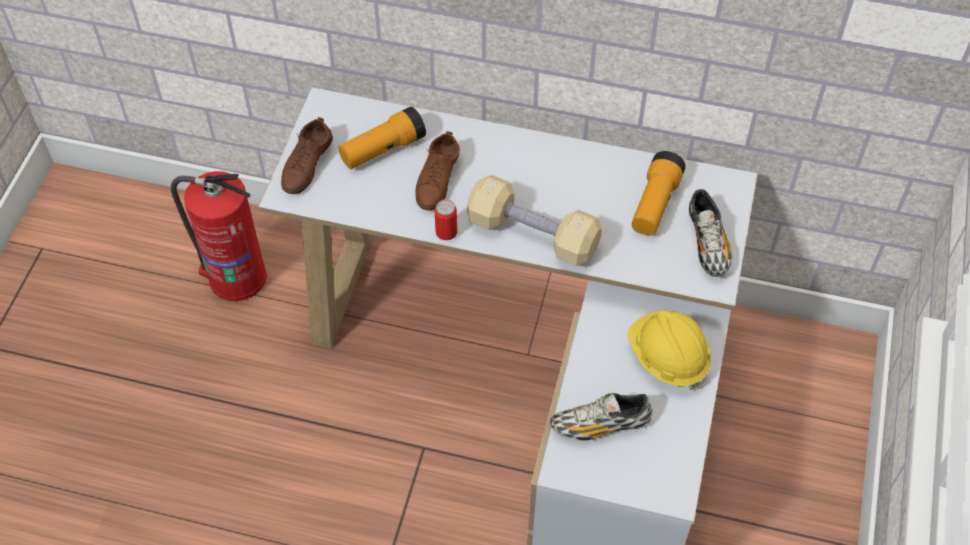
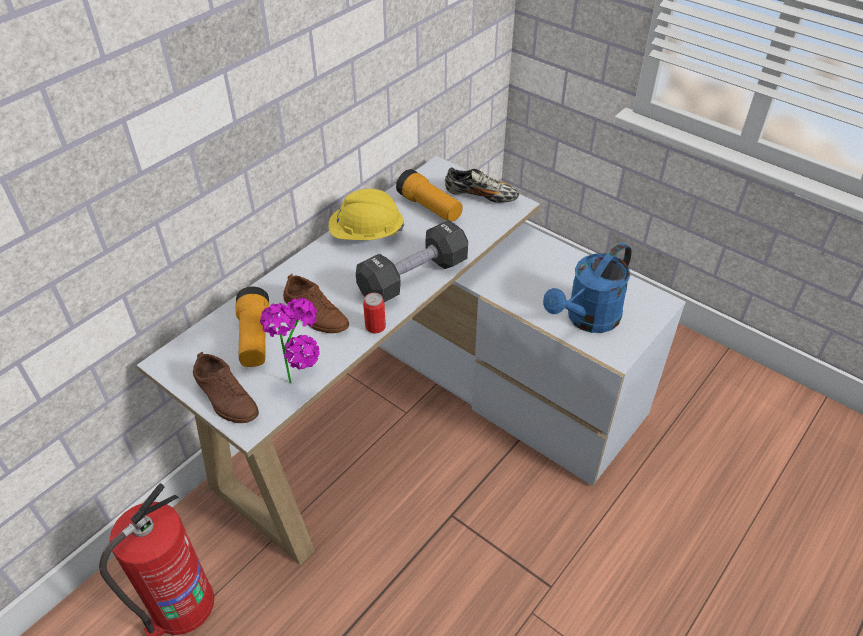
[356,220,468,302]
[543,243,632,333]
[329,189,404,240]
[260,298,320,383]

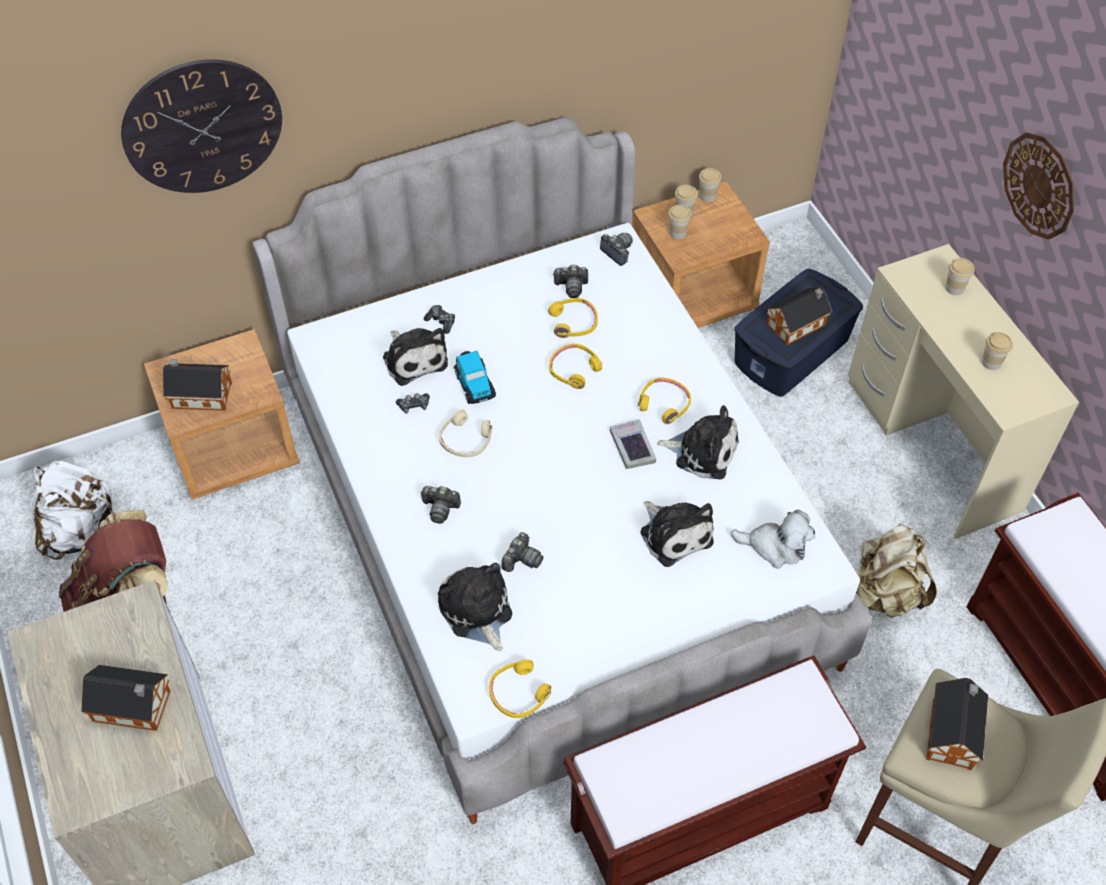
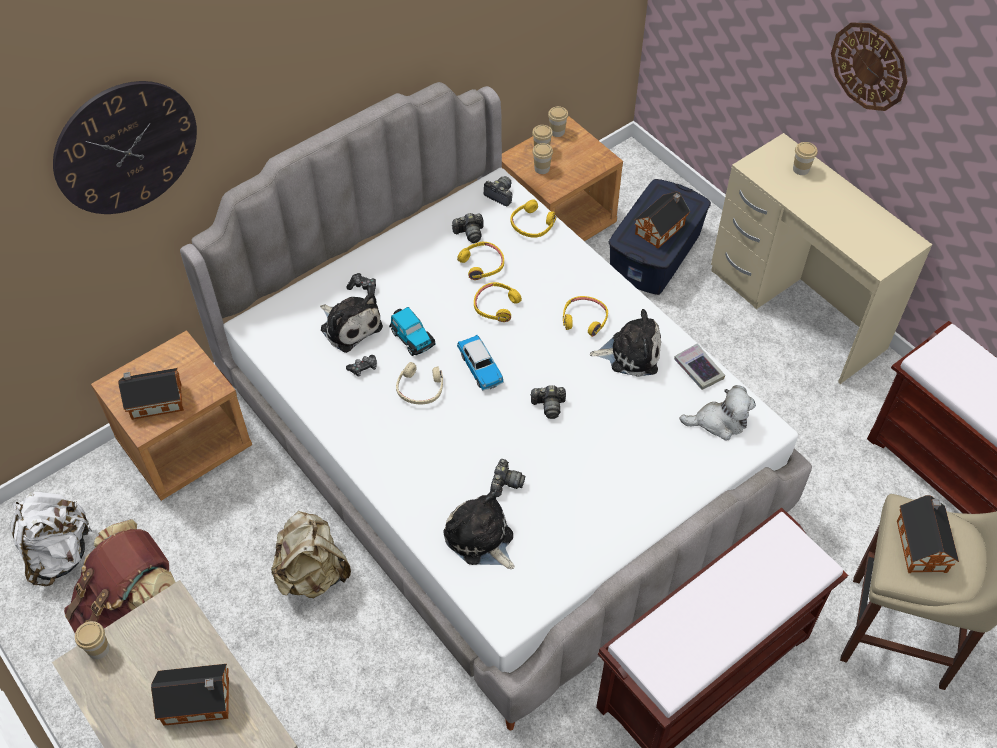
[530,385,566,419]
[511,199,556,238]
[674,343,725,390]
[640,501,714,567] (first image)
[271,511,351,598]
[75,621,110,659]
[457,335,504,391]

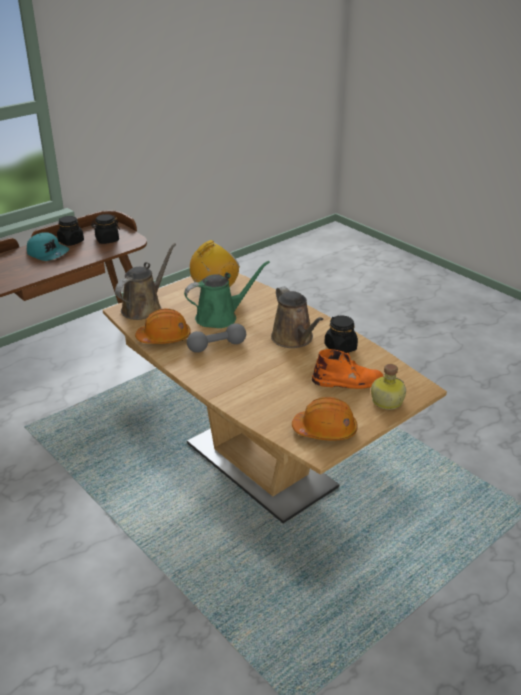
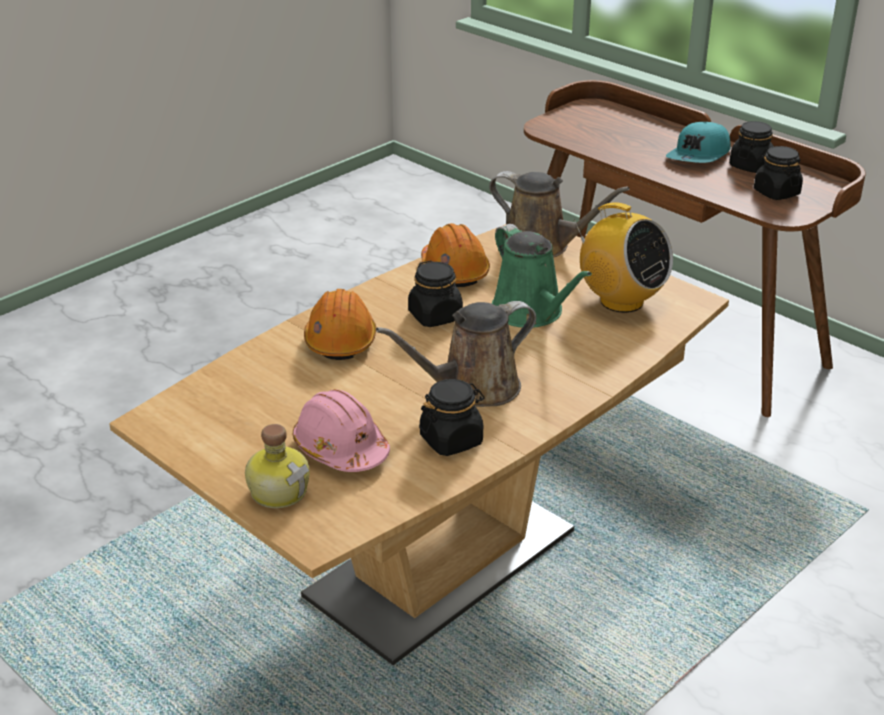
[408,260,463,327]
[304,289,376,360]
[293,389,390,472]

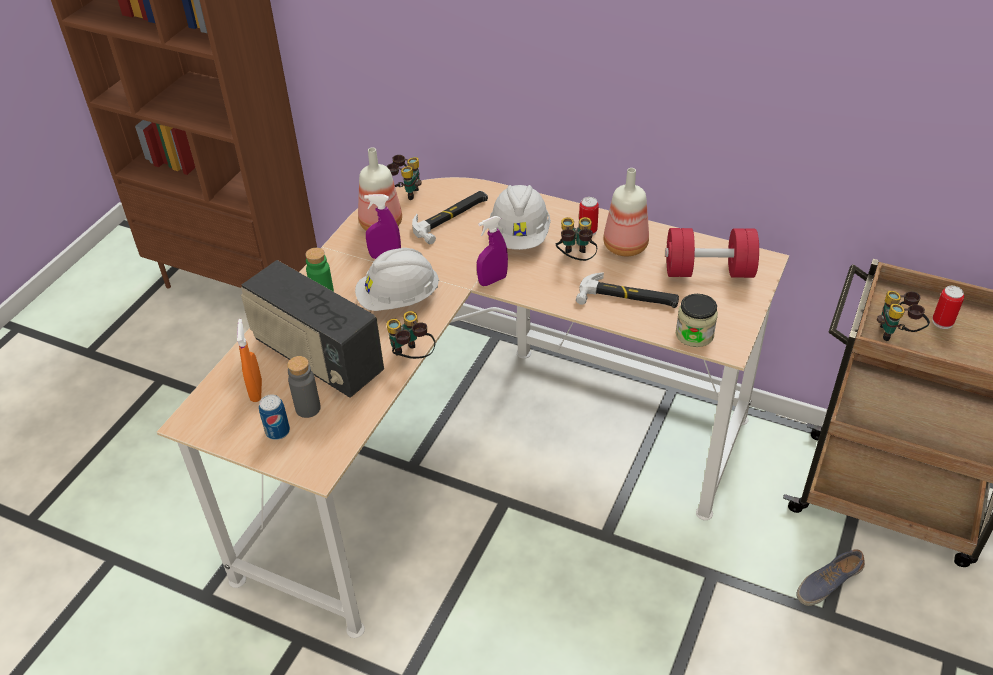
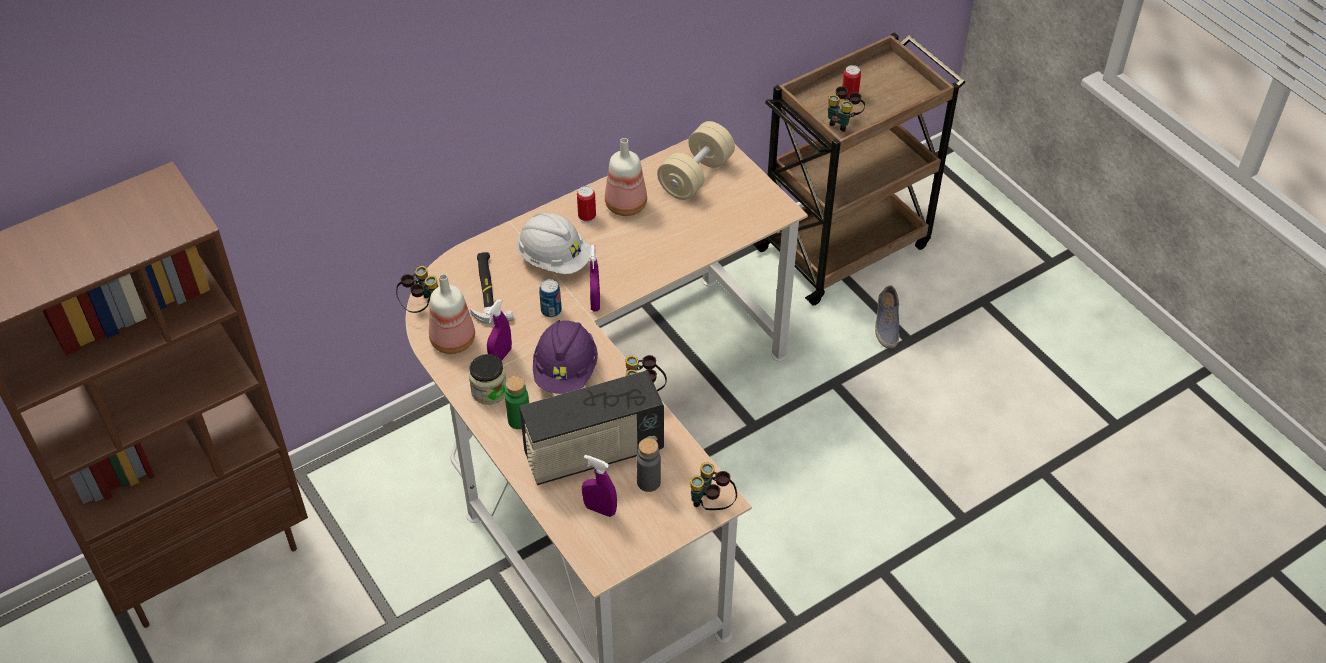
[582,455,617,517]
[539,279,562,317]
[533,320,598,394]
[690,463,737,510]
[576,272,679,308] (first image)
[657,121,735,200]
[468,354,506,405]

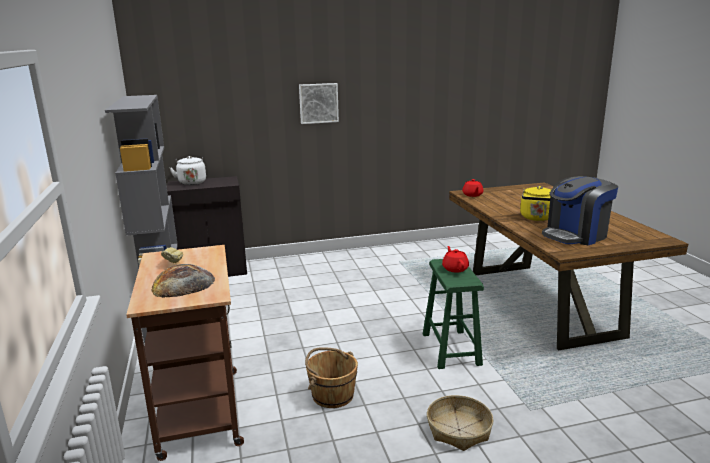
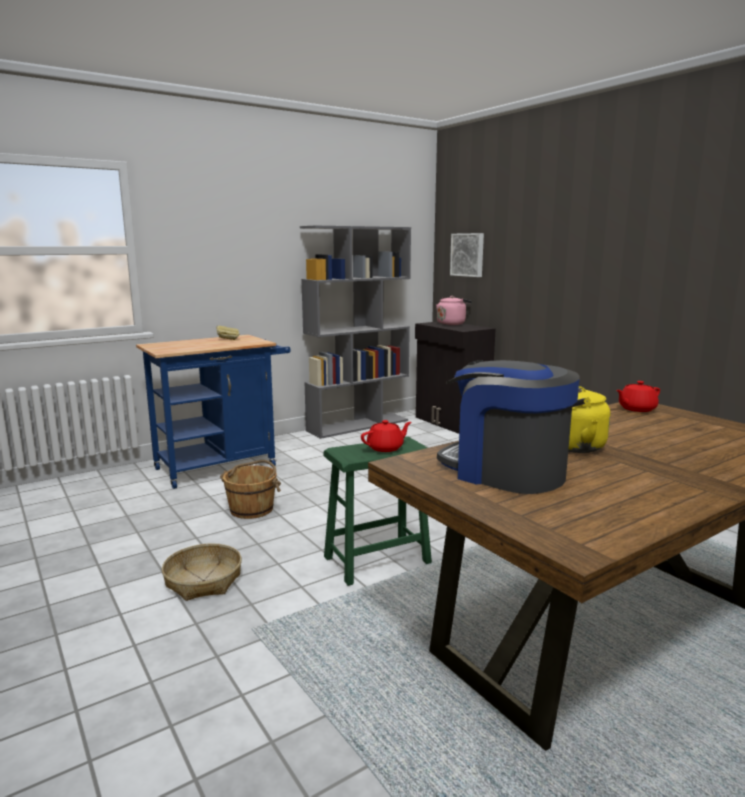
[136,335,291,489]
[151,264,216,298] (first image)
[436,296,472,325]
[450,233,484,277]

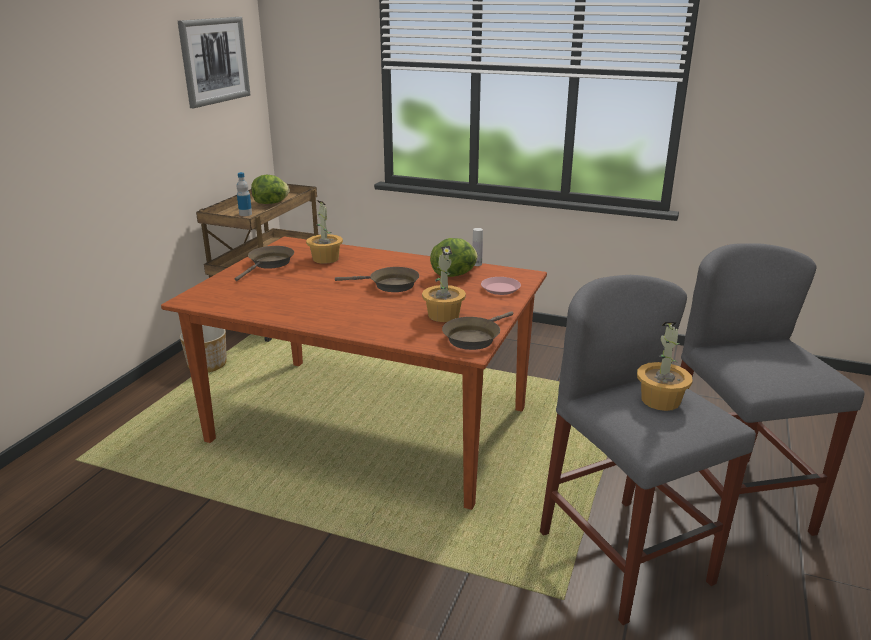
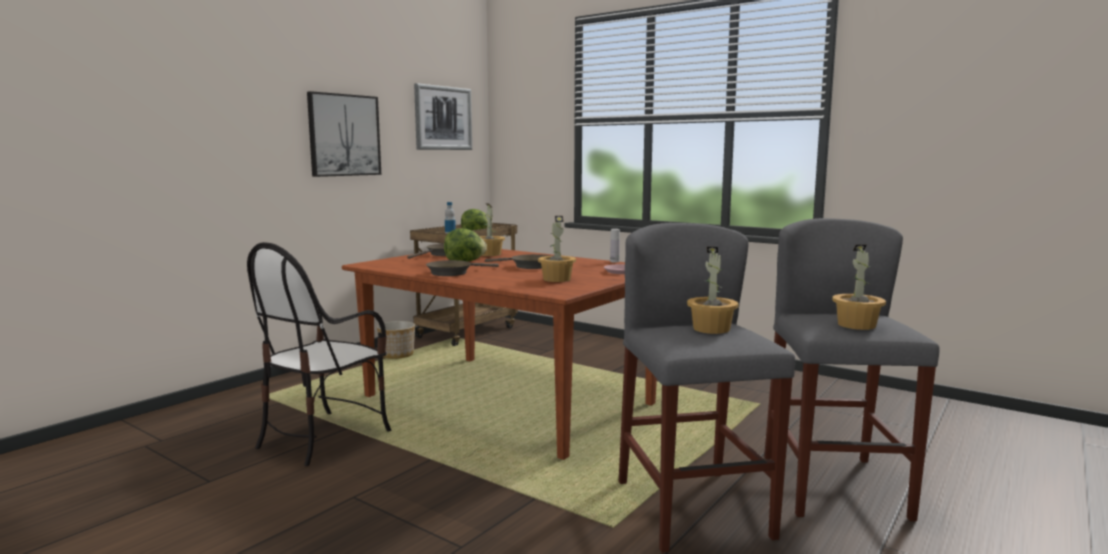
[444,228,487,262]
[426,260,499,276]
[247,242,391,466]
[307,91,381,177]
[832,245,886,330]

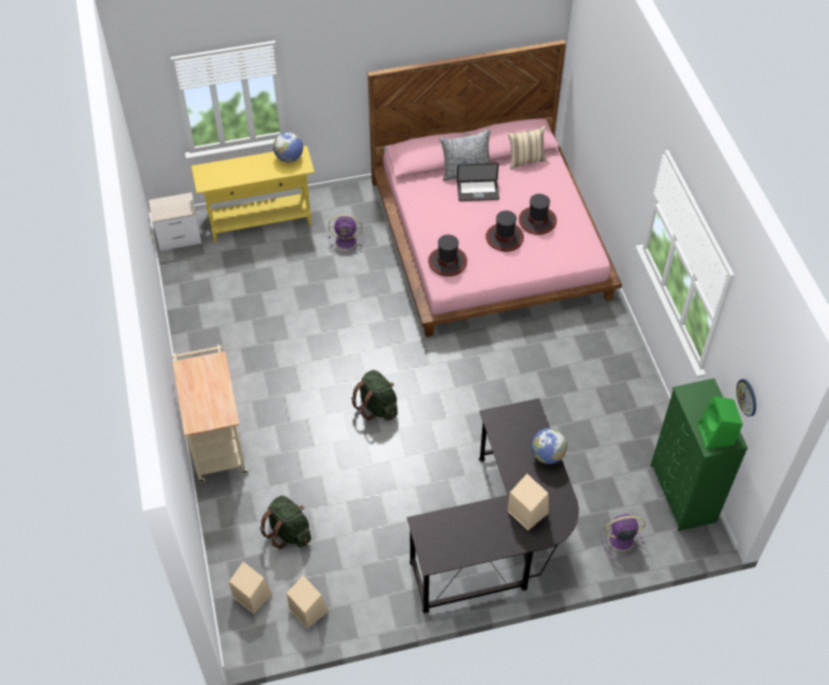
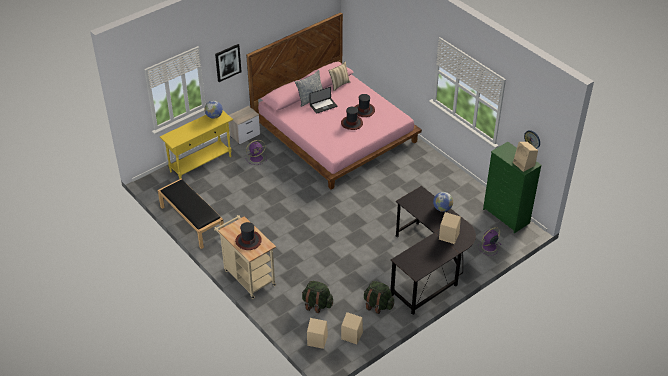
[229,106,260,144]
[364,281,394,314]
[235,222,262,250]
[513,142,538,172]
[158,178,224,249]
[215,44,242,82]

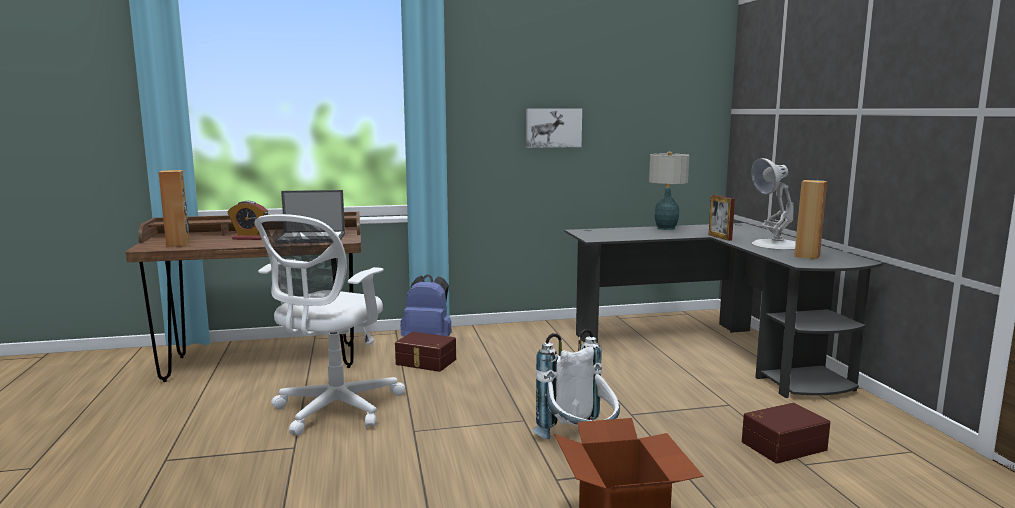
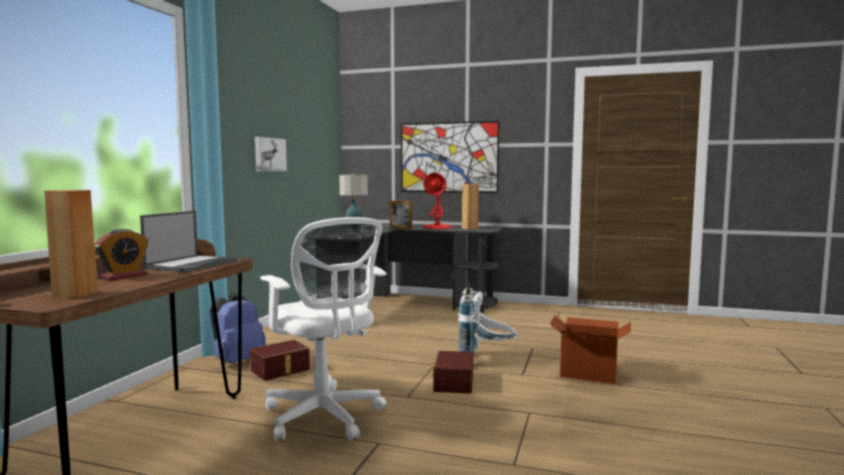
[432,351,473,394]
[423,173,453,229]
[401,121,500,193]

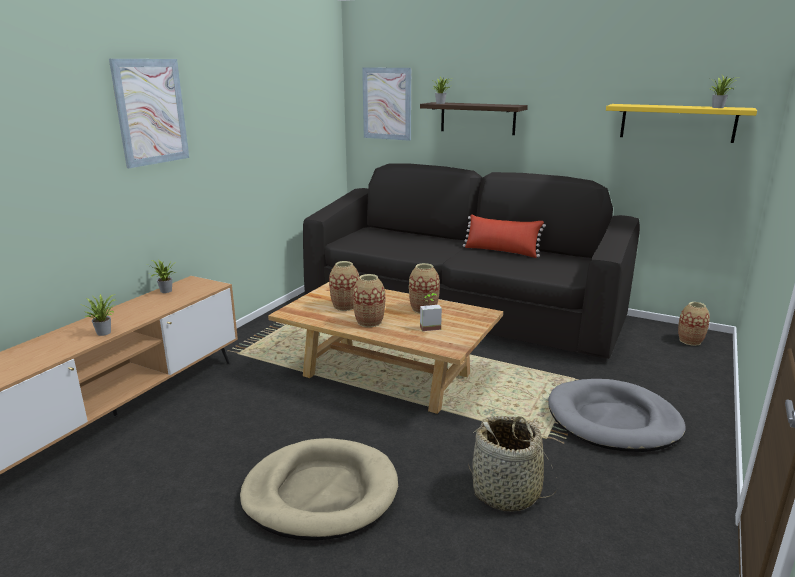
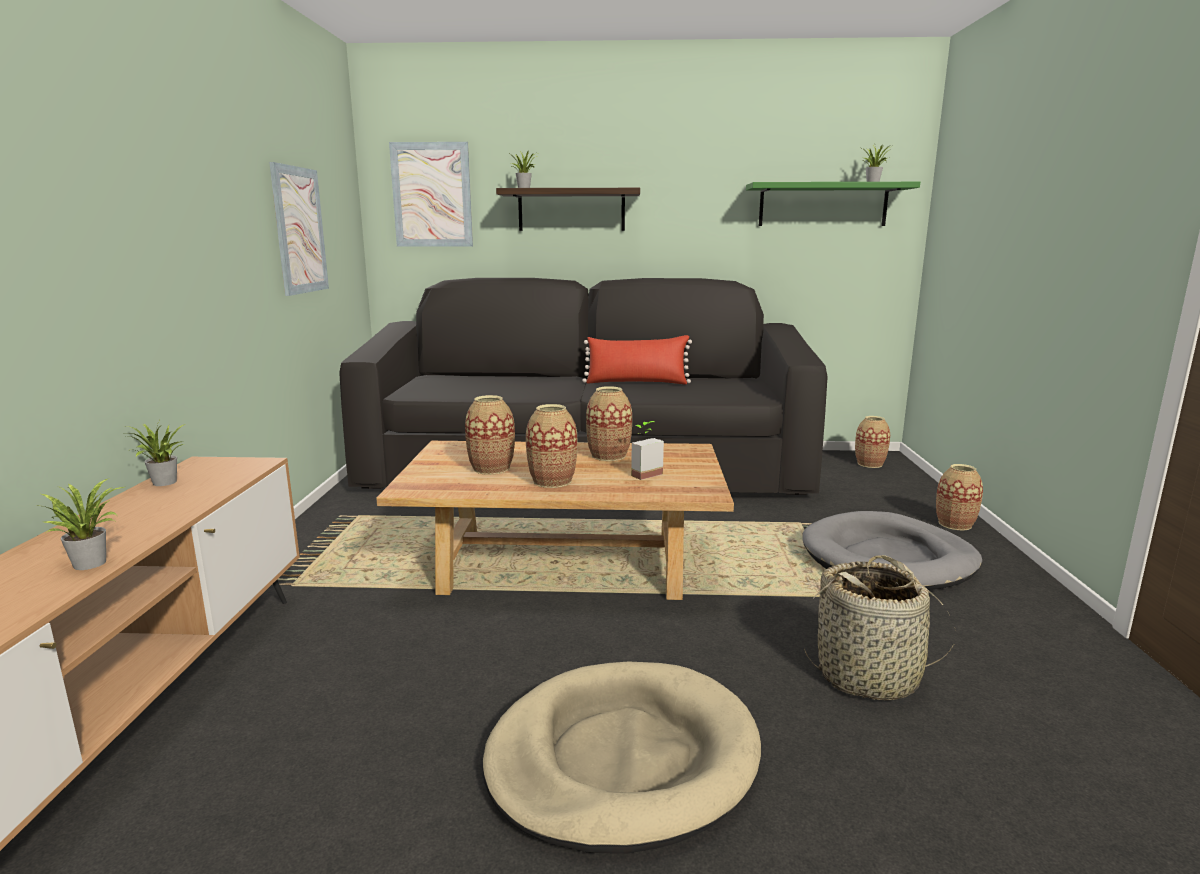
[269,162,329,296]
[746,182,920,226]
[936,464,983,531]

